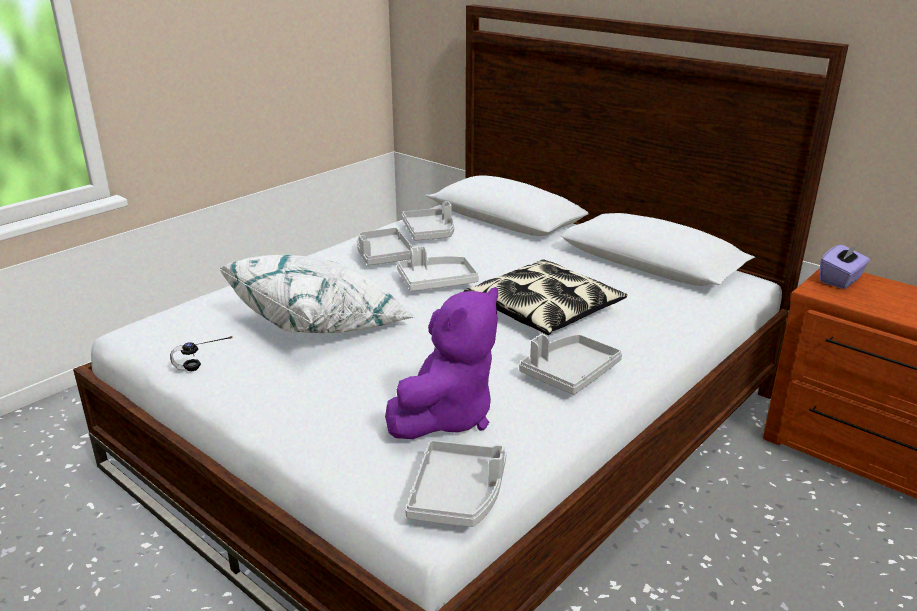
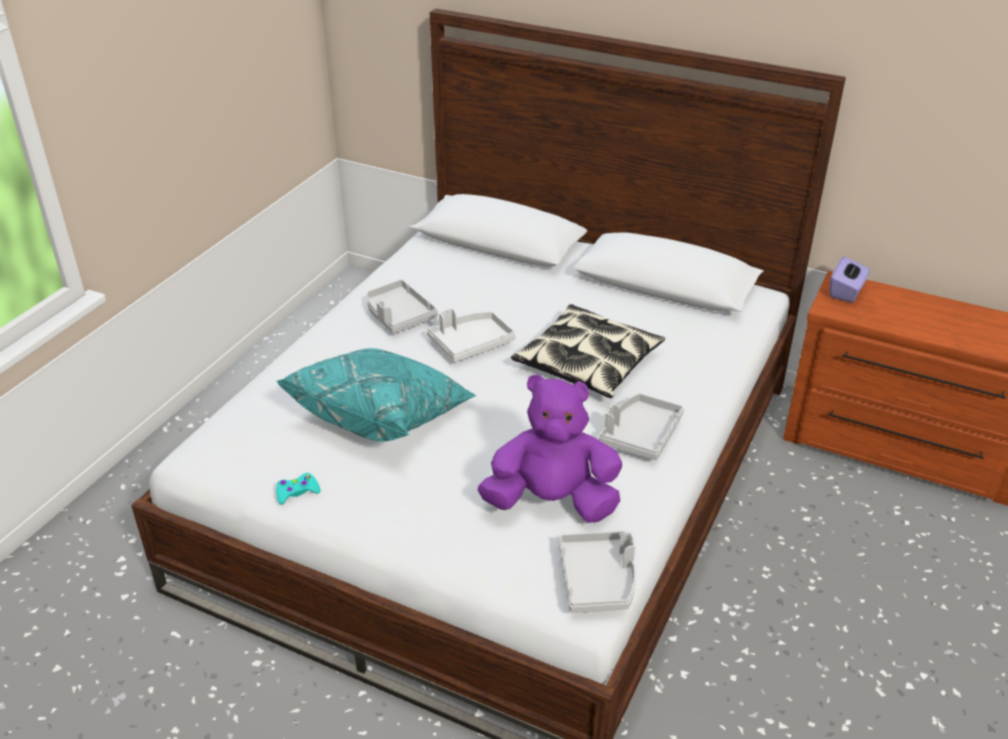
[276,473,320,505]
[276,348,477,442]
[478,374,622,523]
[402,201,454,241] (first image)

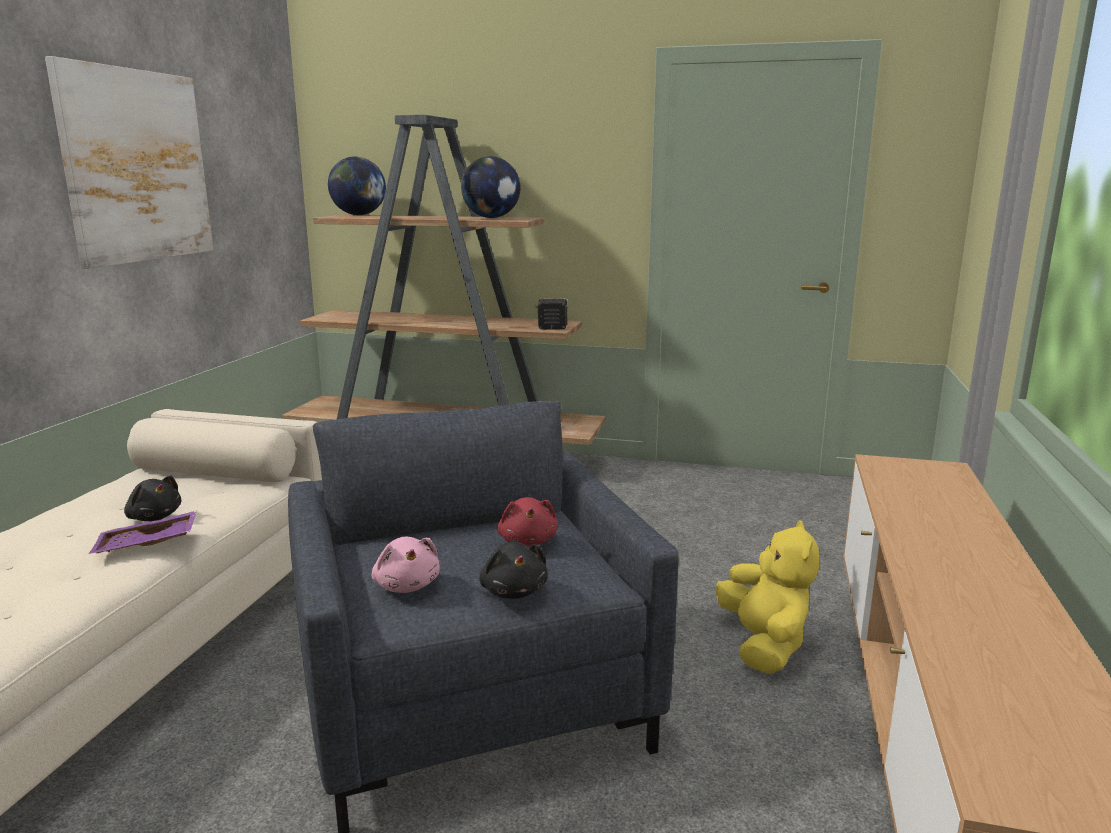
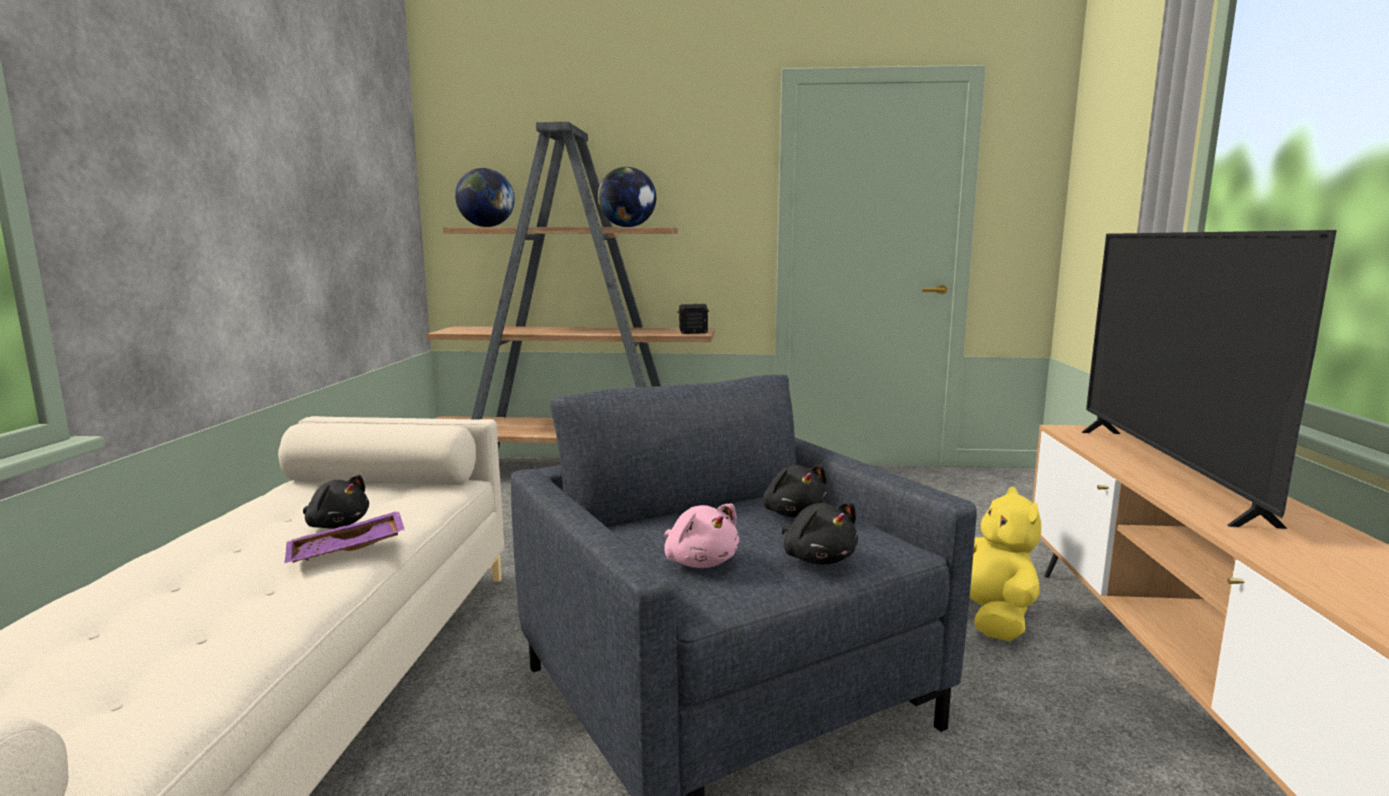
[45,56,213,269] (first image)
[763,465,828,518]
[1082,230,1337,529]

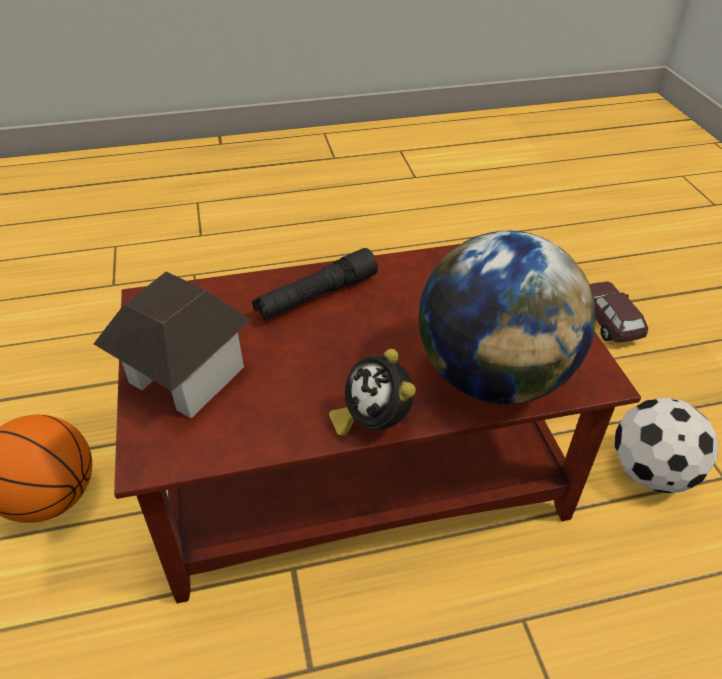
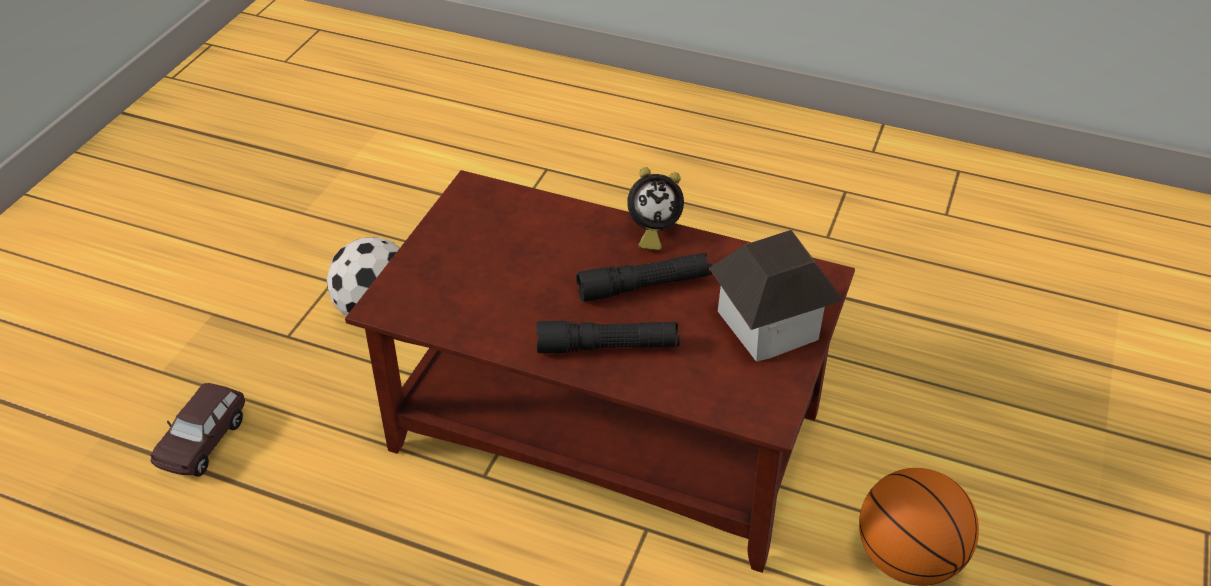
[627,167,684,251]
[419,231,596,404] (first image)
[576,253,712,302]

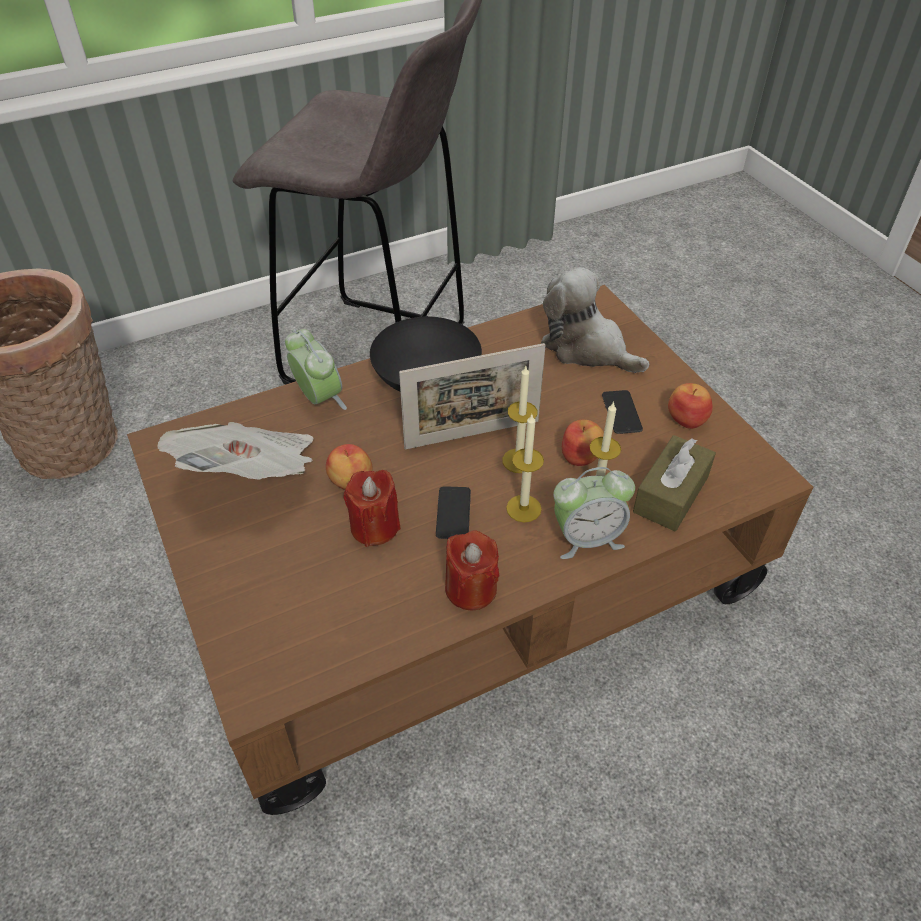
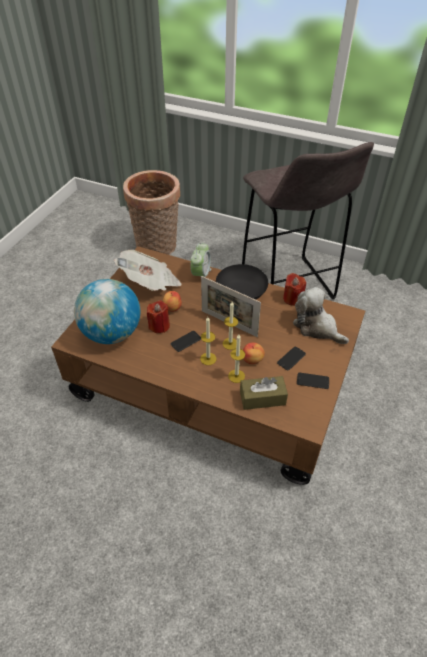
[283,273,306,306]
[293,287,349,344]
[553,467,635,559] (first image)
[297,373,329,389]
[74,279,140,344]

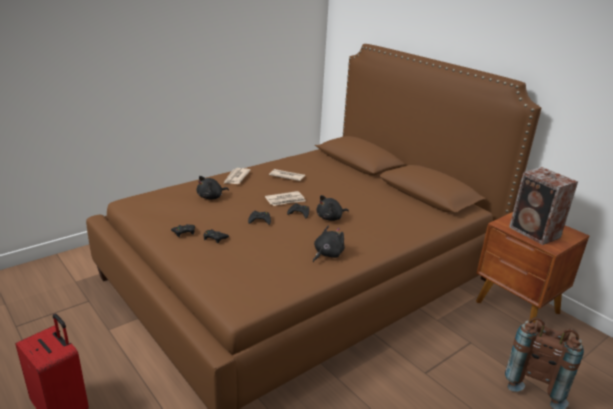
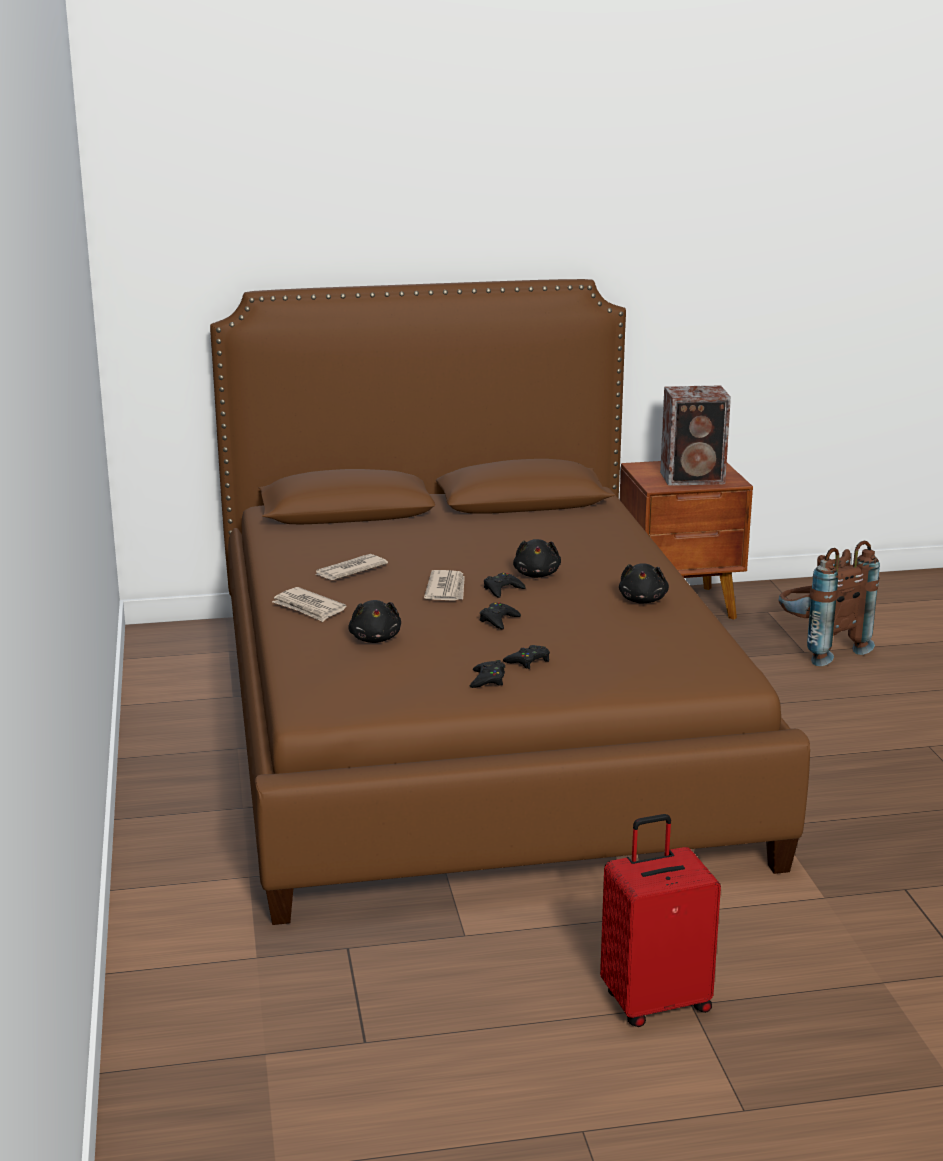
[619,563,669,603]

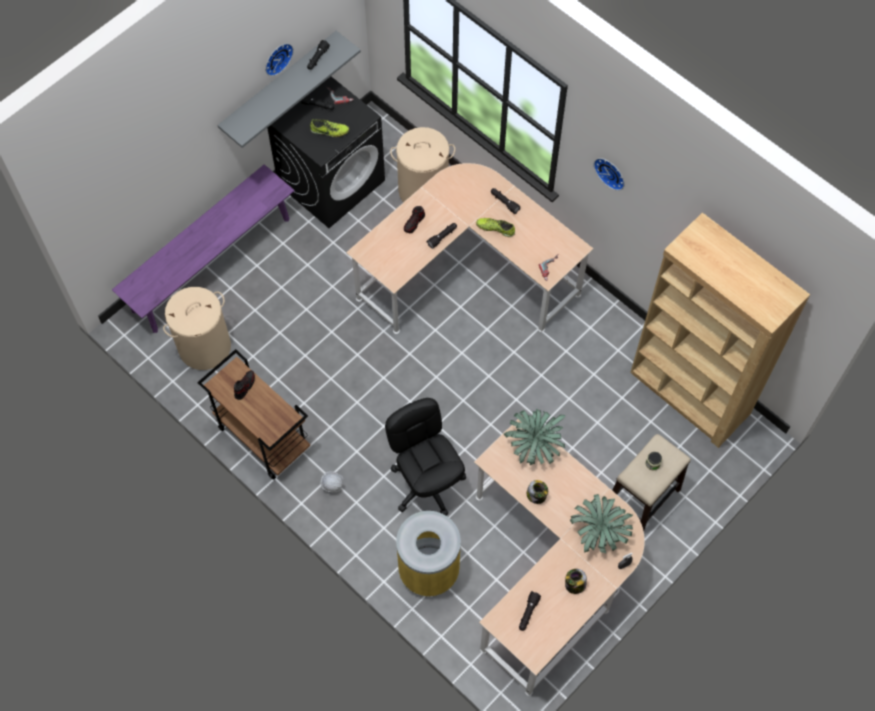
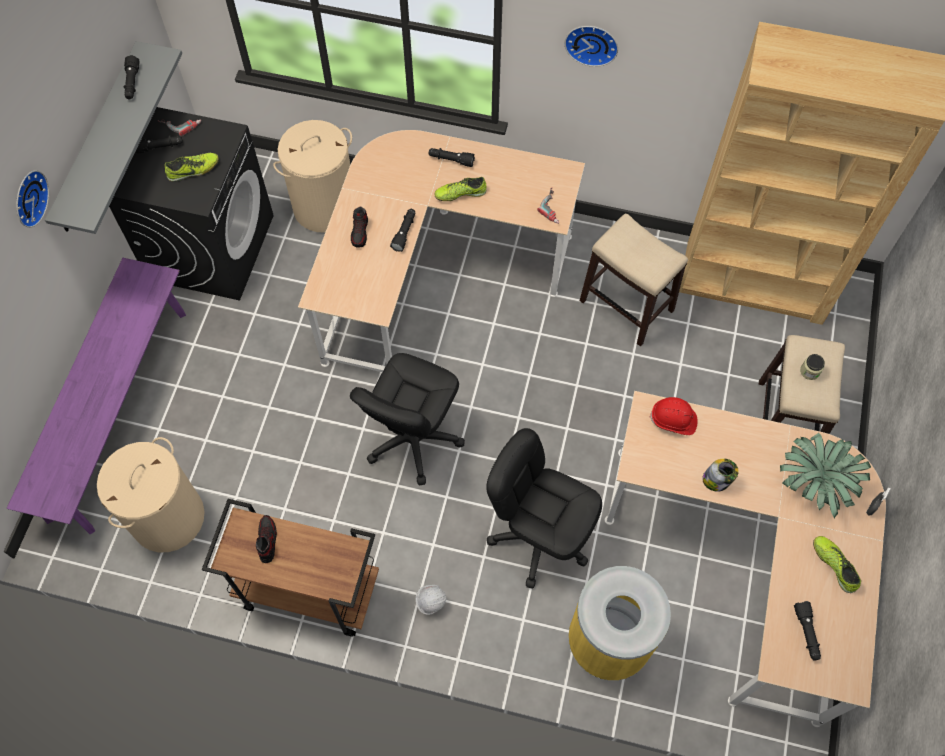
[16,170,49,228]
[649,397,698,435]
[813,536,861,593]
[350,353,465,486]
[579,214,688,346]

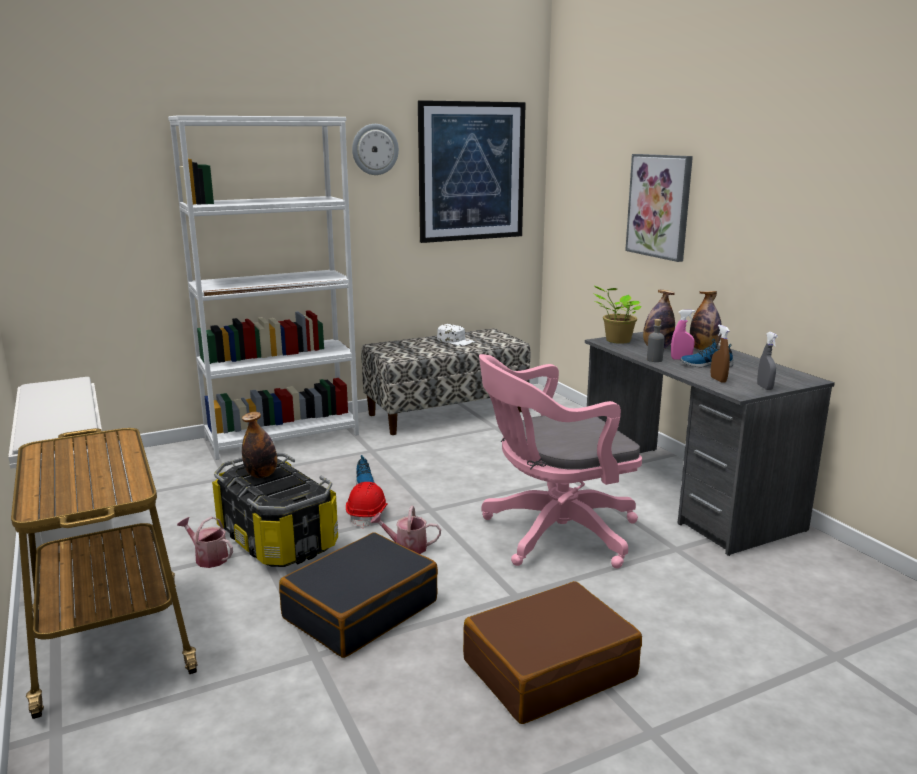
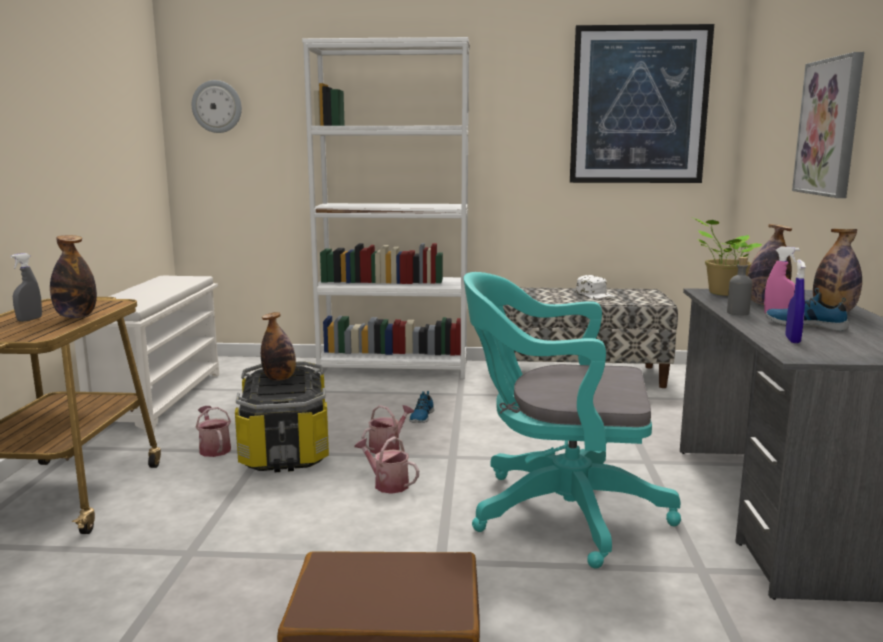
[279,532,438,658] (first image)
[361,405,414,454]
[192,80,242,133]
[463,272,681,569]
[786,260,806,343]
[10,253,42,322]
[50,235,97,318]

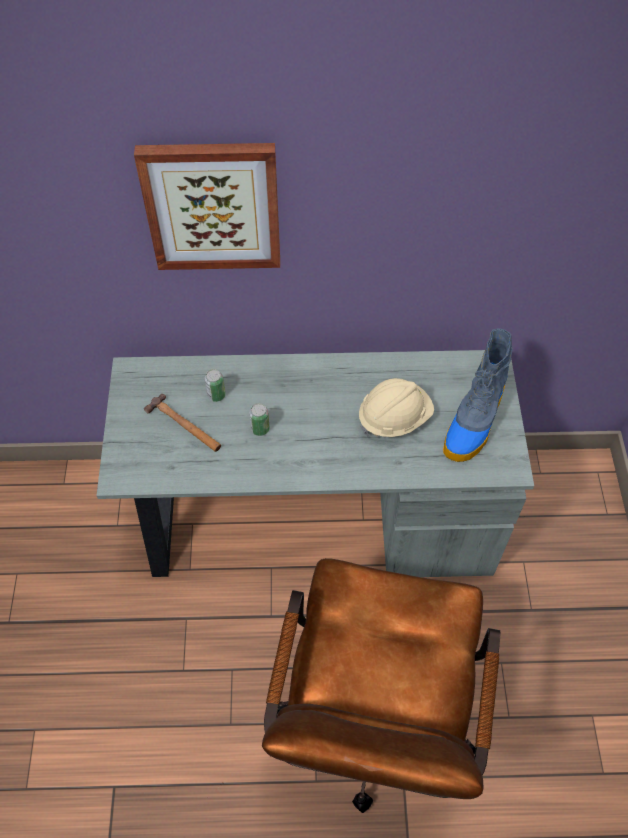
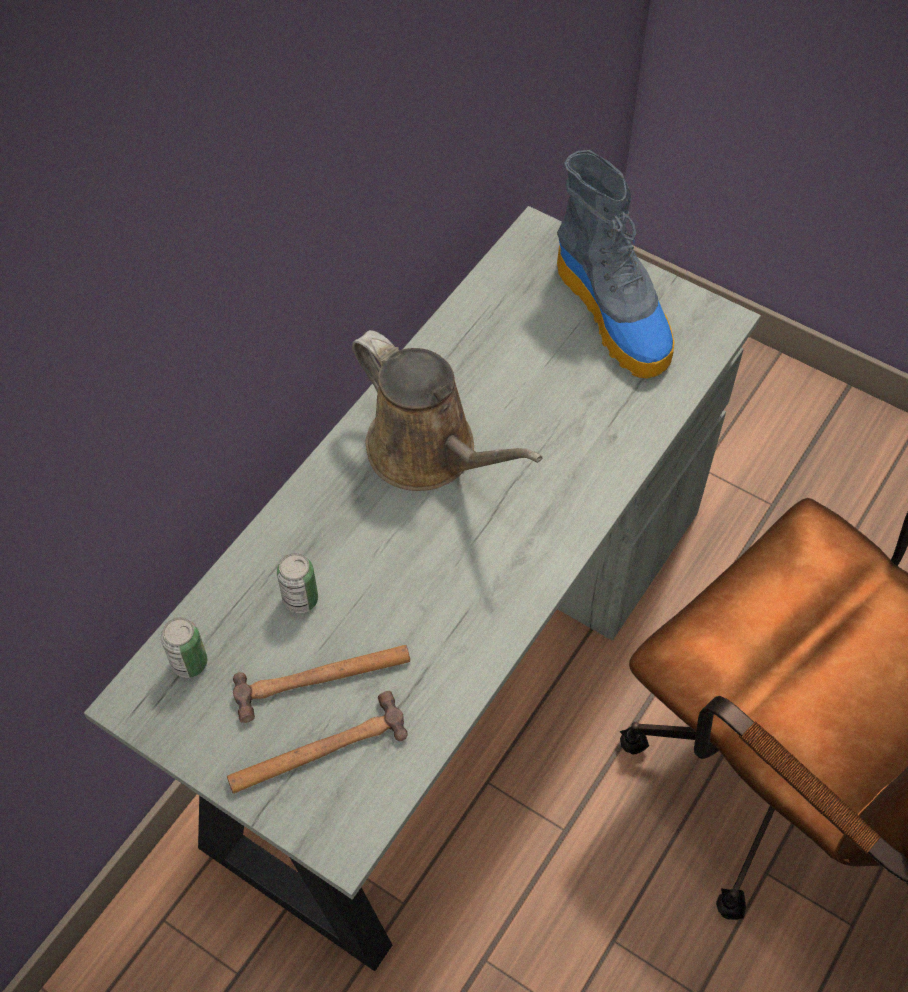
[134,143,280,270] (first image)
[161,617,207,678]
[359,378,434,437] (first image)
[227,691,408,794]
[352,330,542,491]

